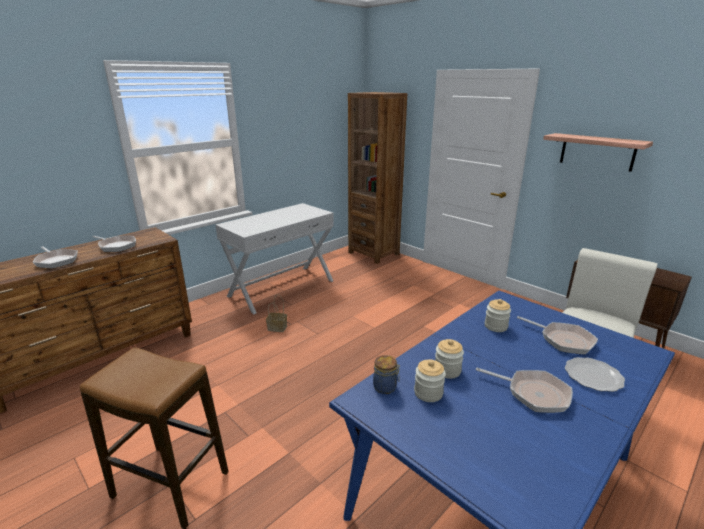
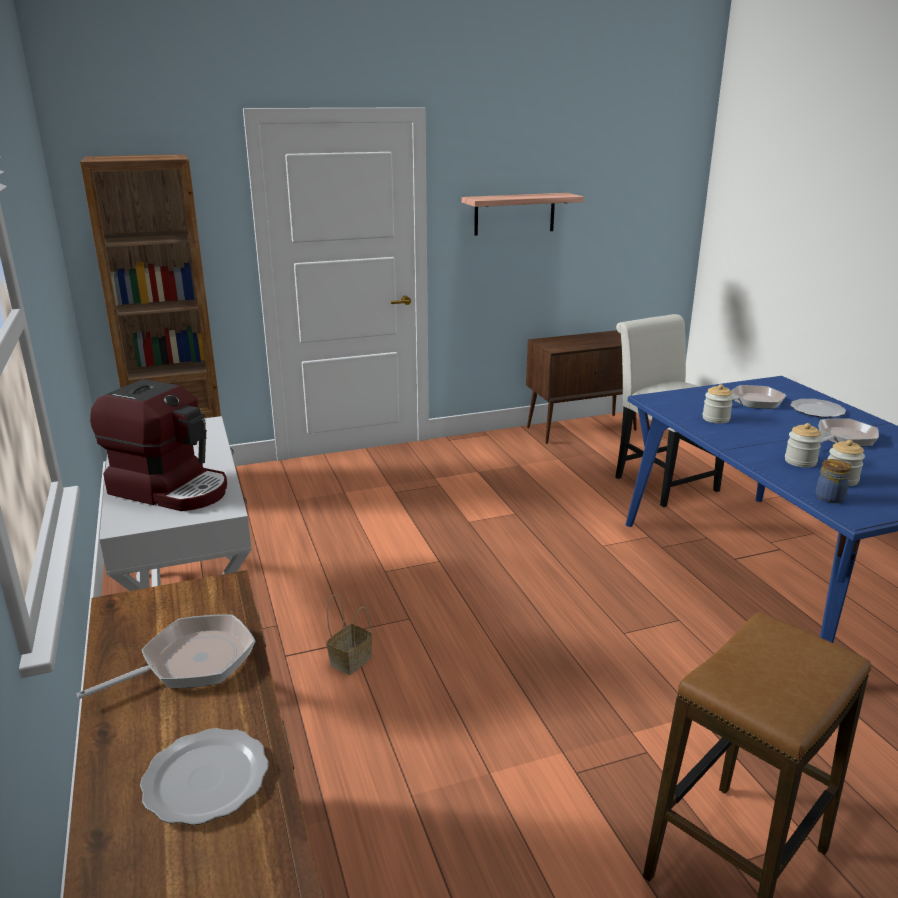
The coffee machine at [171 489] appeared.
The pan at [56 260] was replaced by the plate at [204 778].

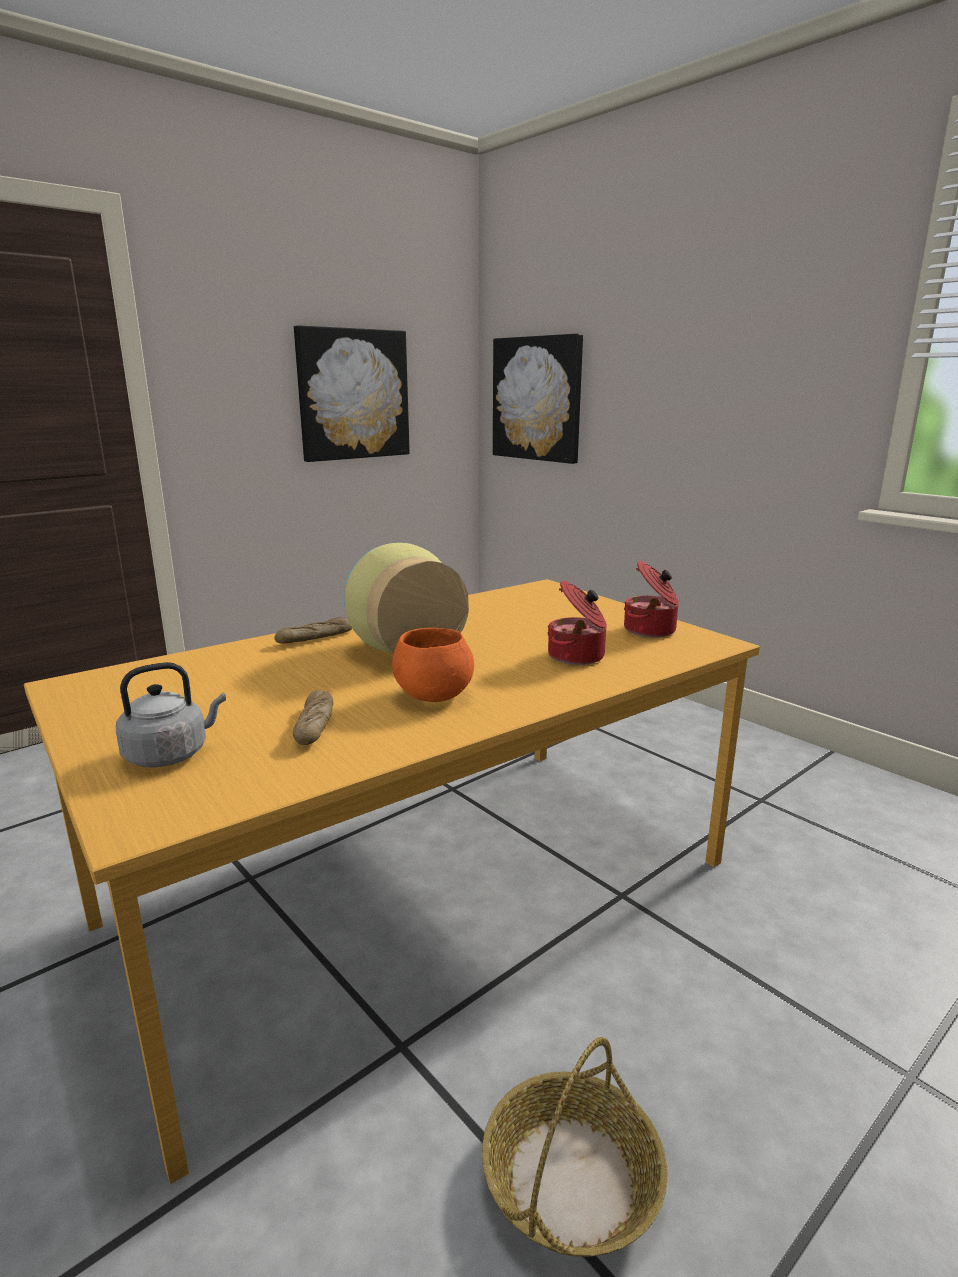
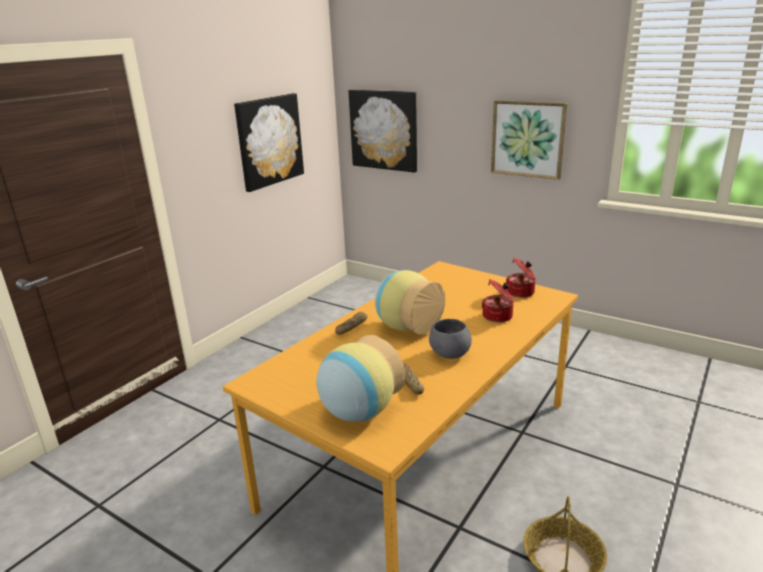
The grey water kettle at [171 754] was replaced by the decorative vase at [358 412].
The orange bowl at [434 695] became the grey bowl at [450 353].
The wall art at [528 139] appeared.

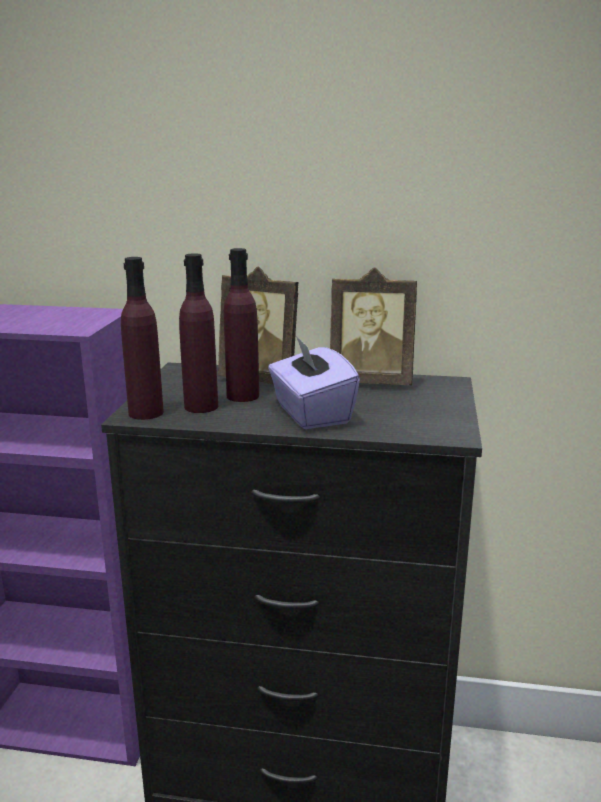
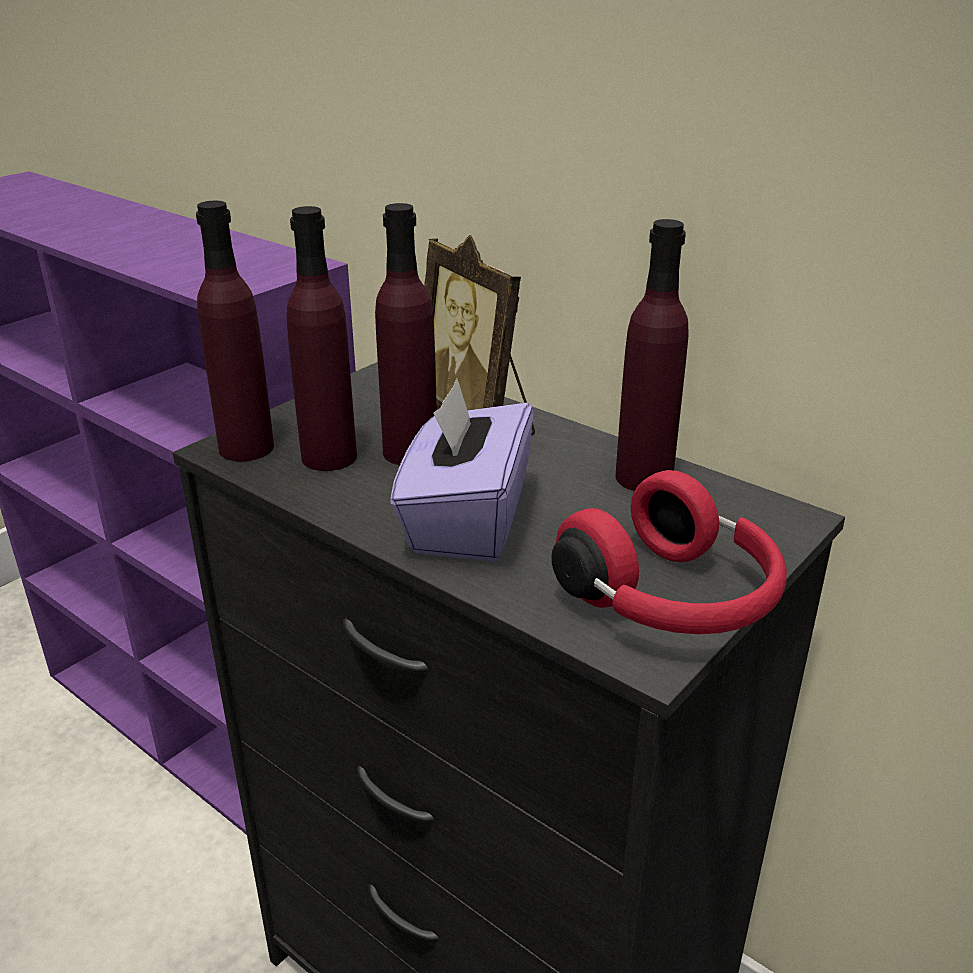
The red headset at [673 600] appeared.
The photo frame at [371 382] was replaced by the purple bottle at [643 477].

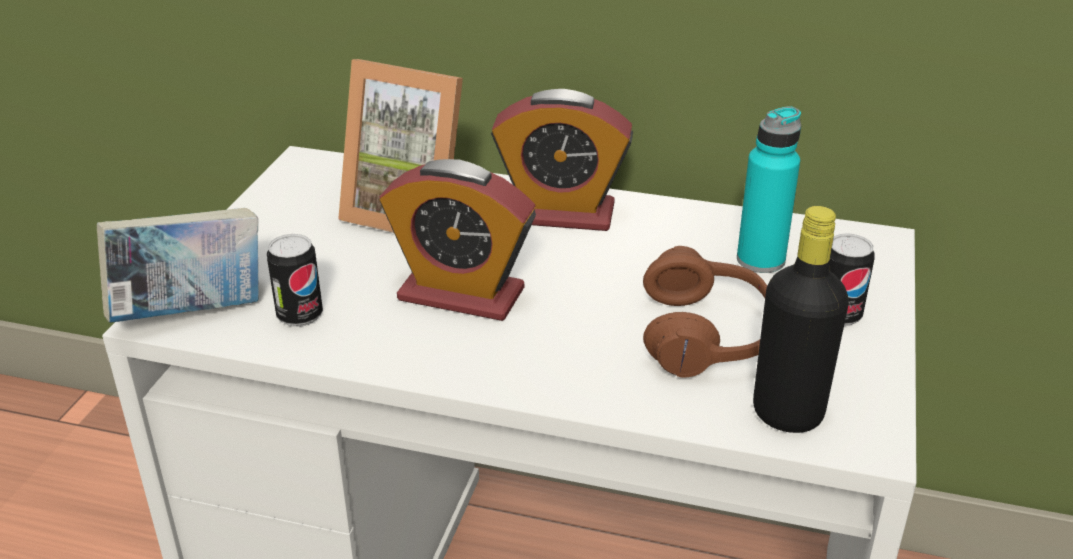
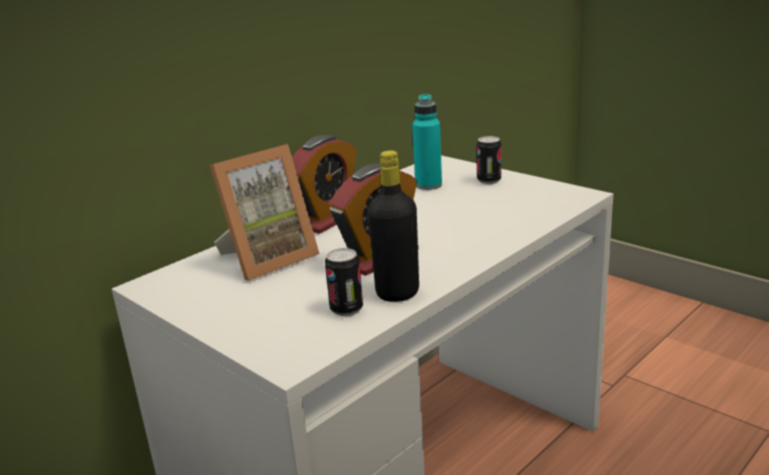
The blackish bottle moved from [787 414] to [397 293].
The volume at [191 313] disappeared.
The brown headset at [706 335] disappeared.

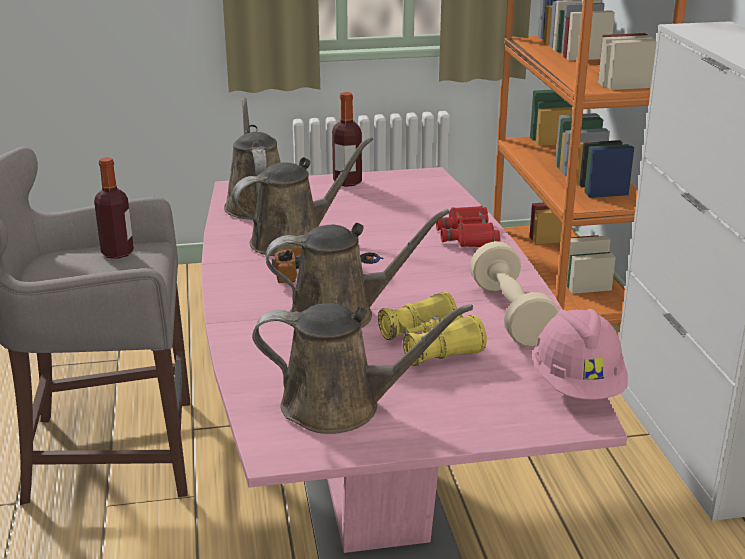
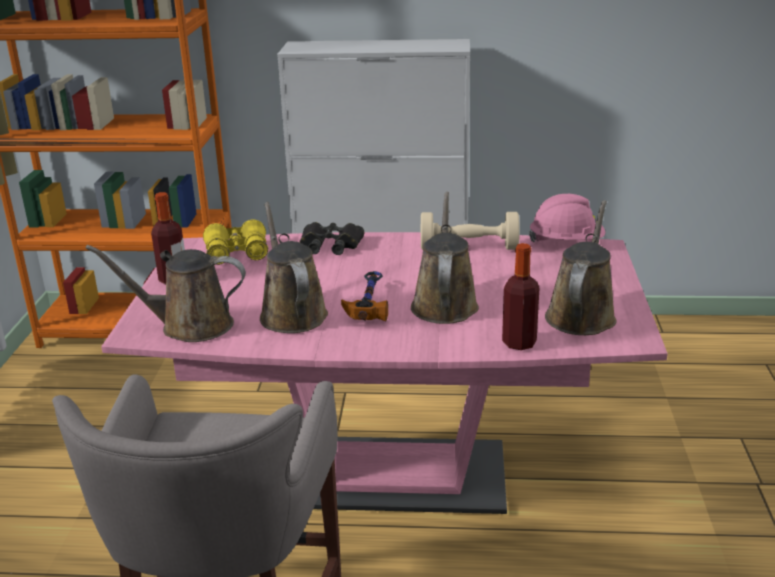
The yellow-coloured pair of binoculars moved from [431 345] to [237 253].
The red pair of binoculars at [468 235] became the blackish pair of binoculars at [331 245].
The bottle moved from [117 253] to [519 343].

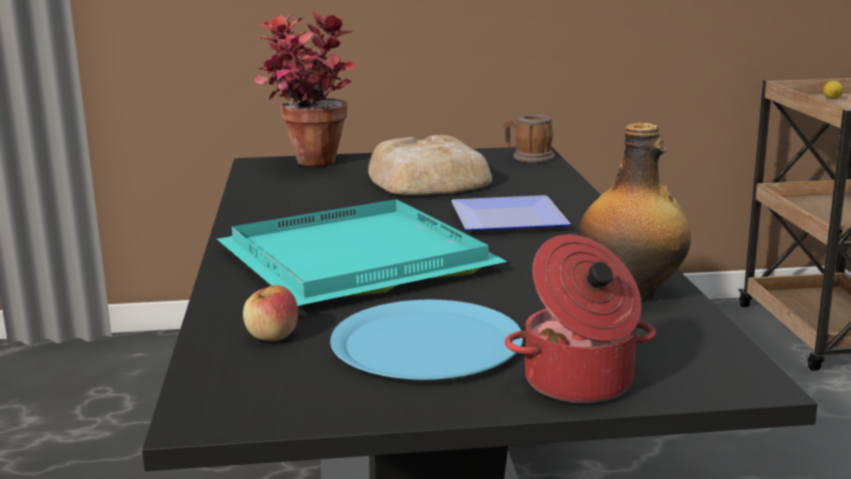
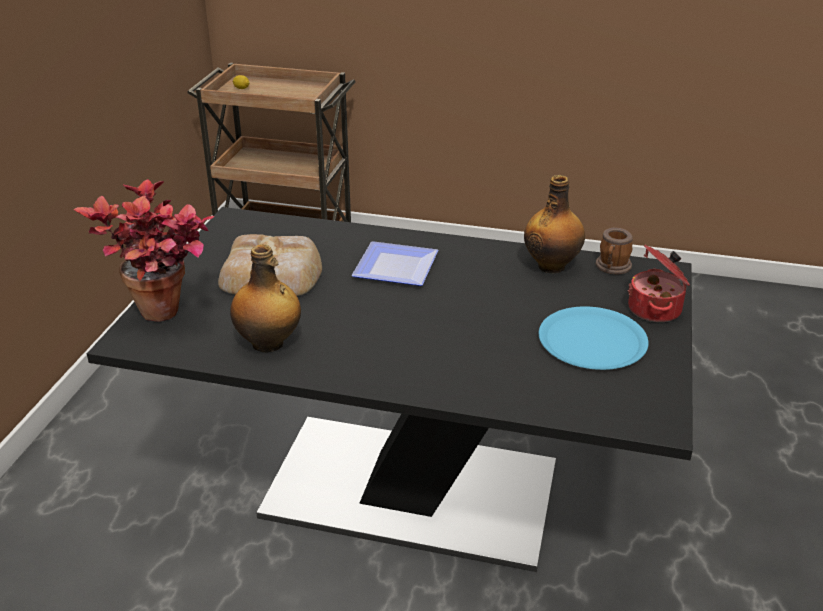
The bottle at [269 343] appeared.
The mug moved from [528 158] to [612 268].
The blue-green carrying tray at [362 260] disappeared.
The whole apple at [272 336] disappeared.

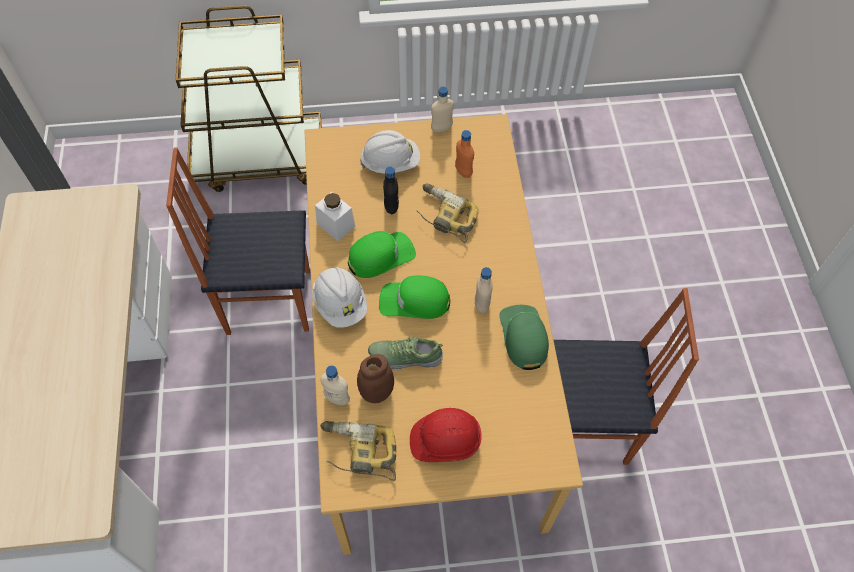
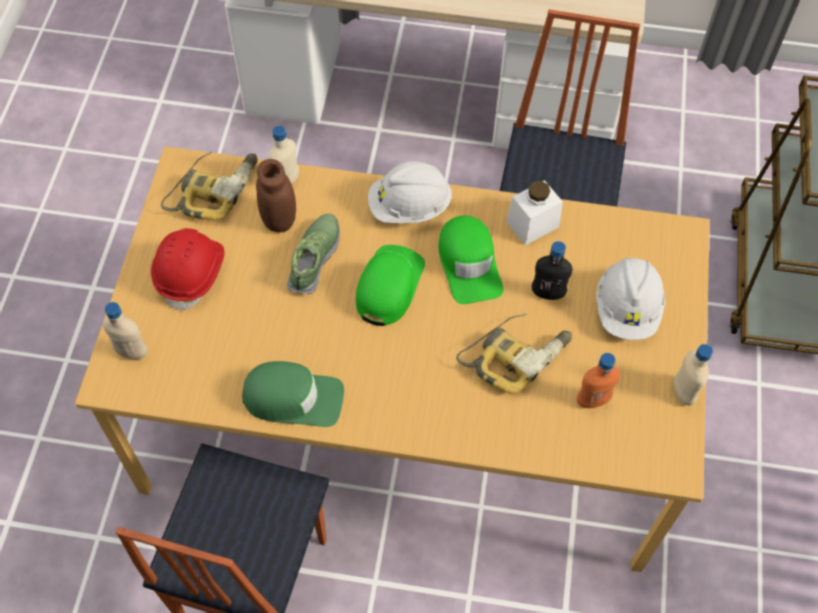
The sand-coloured bottle moved from [482 304] to [132 352].

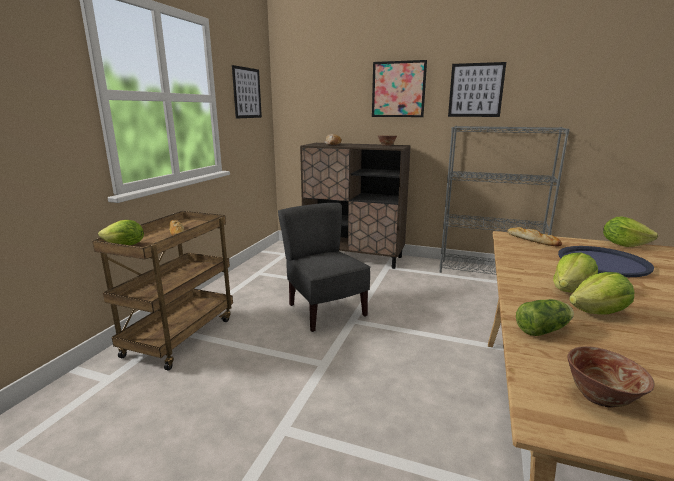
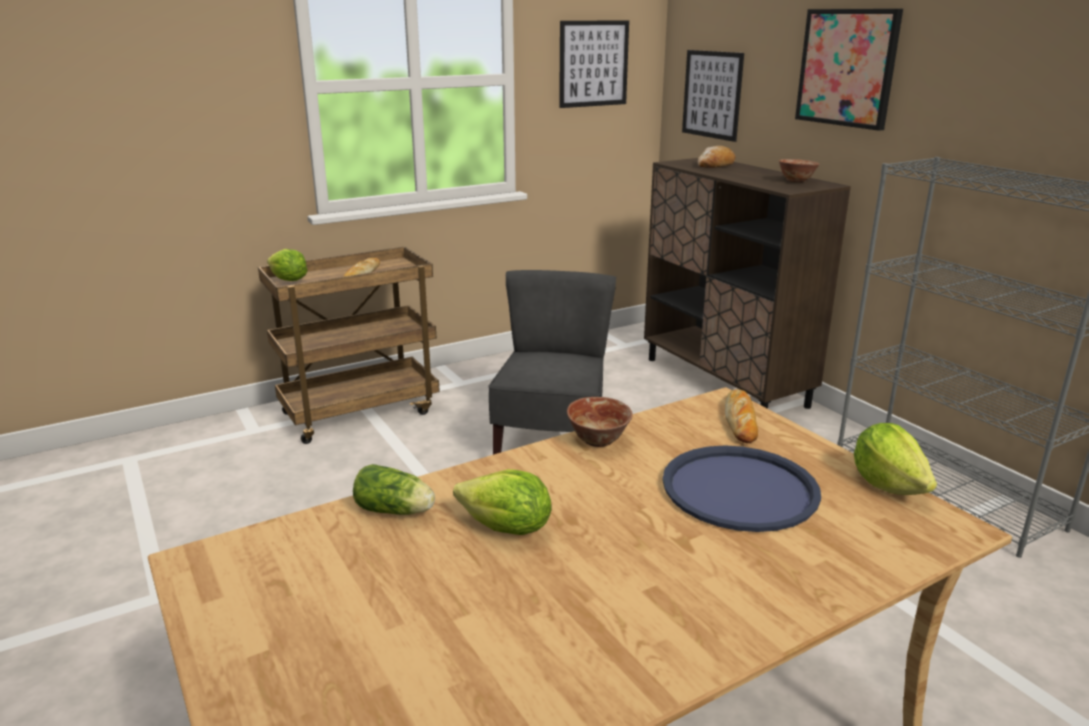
The bowl moved from [600 397] to [598 440].
The wall art moved from [476 90] to [712 94].
The head of lettuce at [571 290] disappeared.

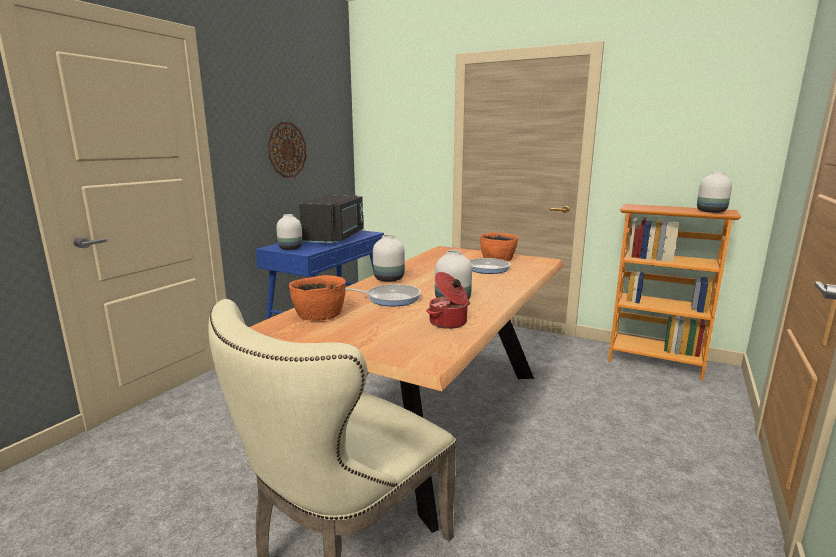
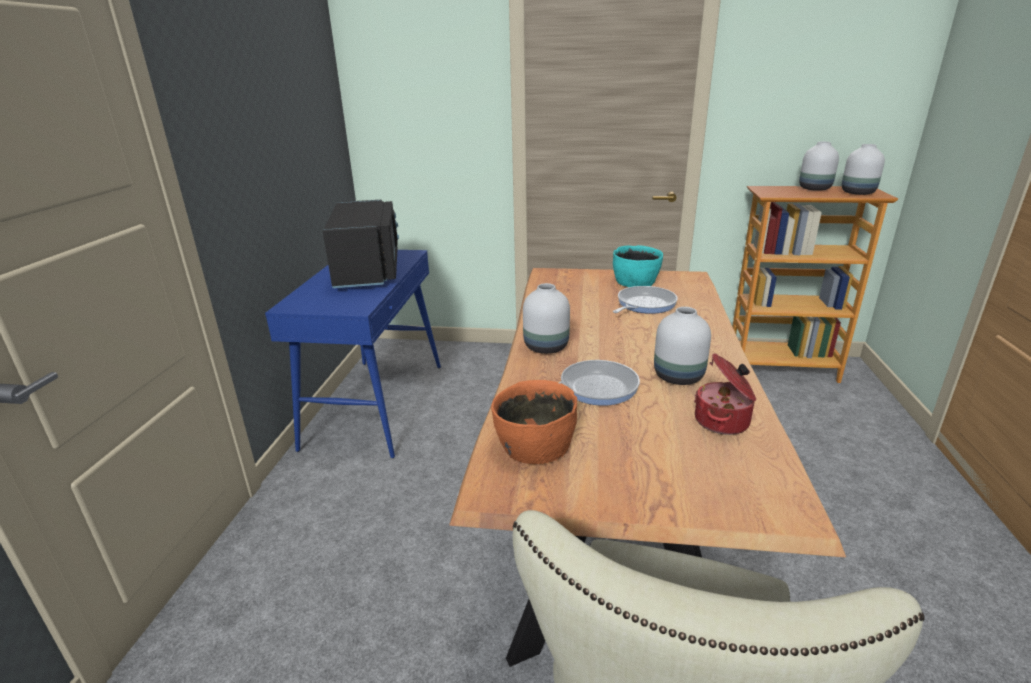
The orange bowl at [498 258] became the blue-green bowl at [636 282].
The whitish decorative vase moved from [291 248] to [815 189].
The wall clock at [286 150] disappeared.

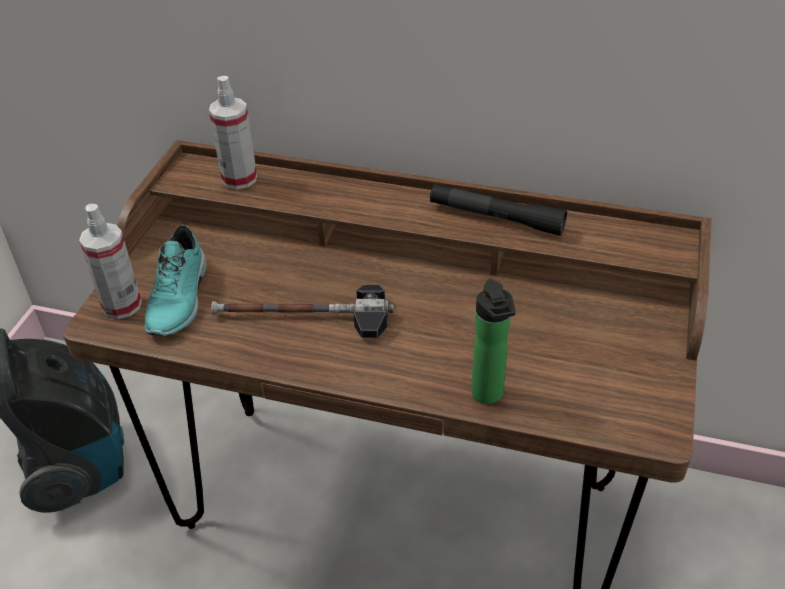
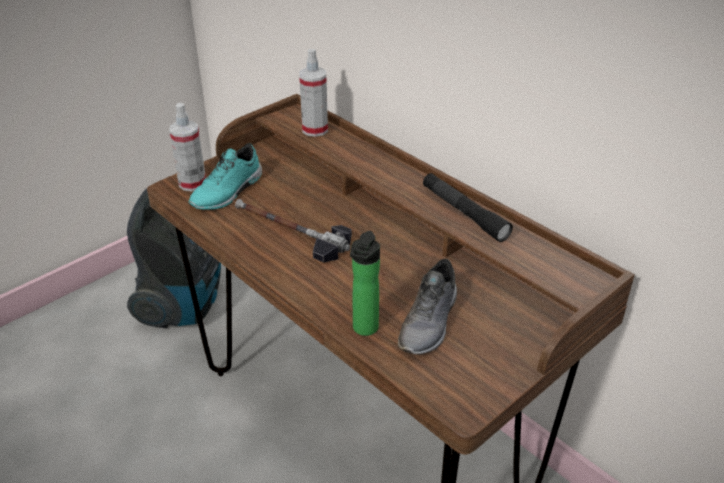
The grey shoe at [430 323] appeared.

